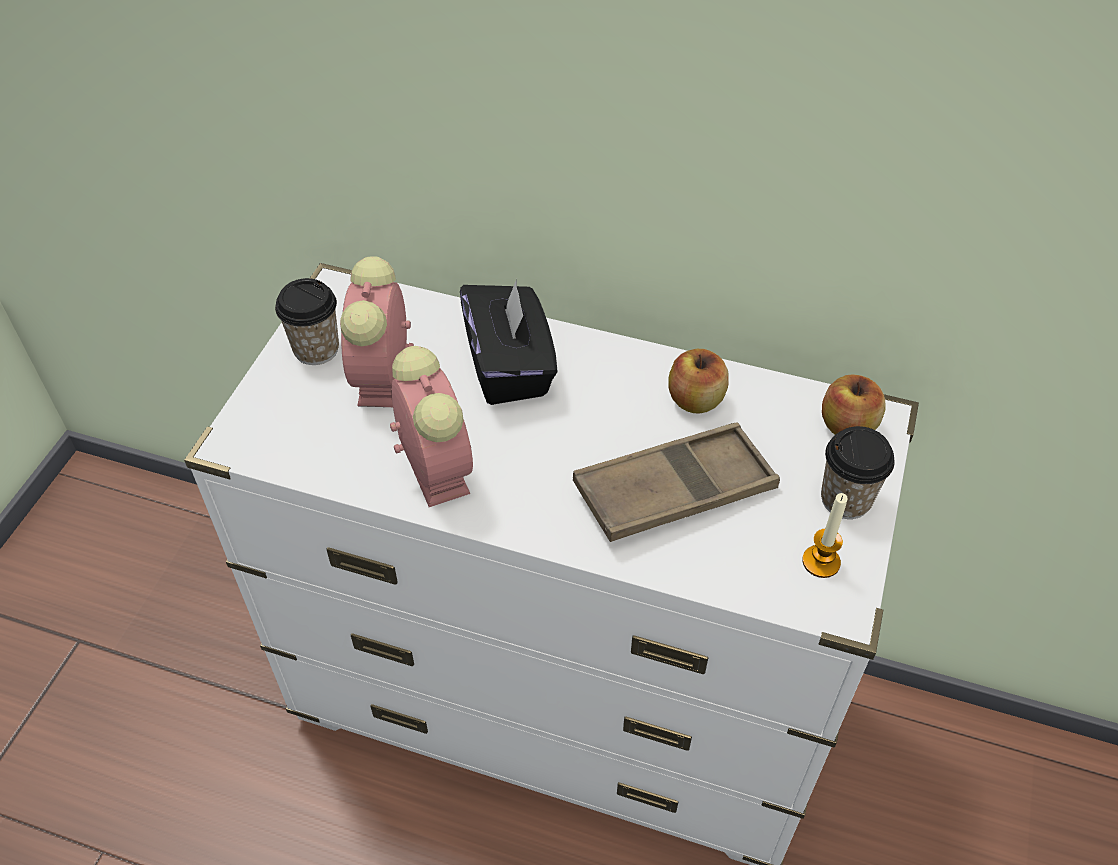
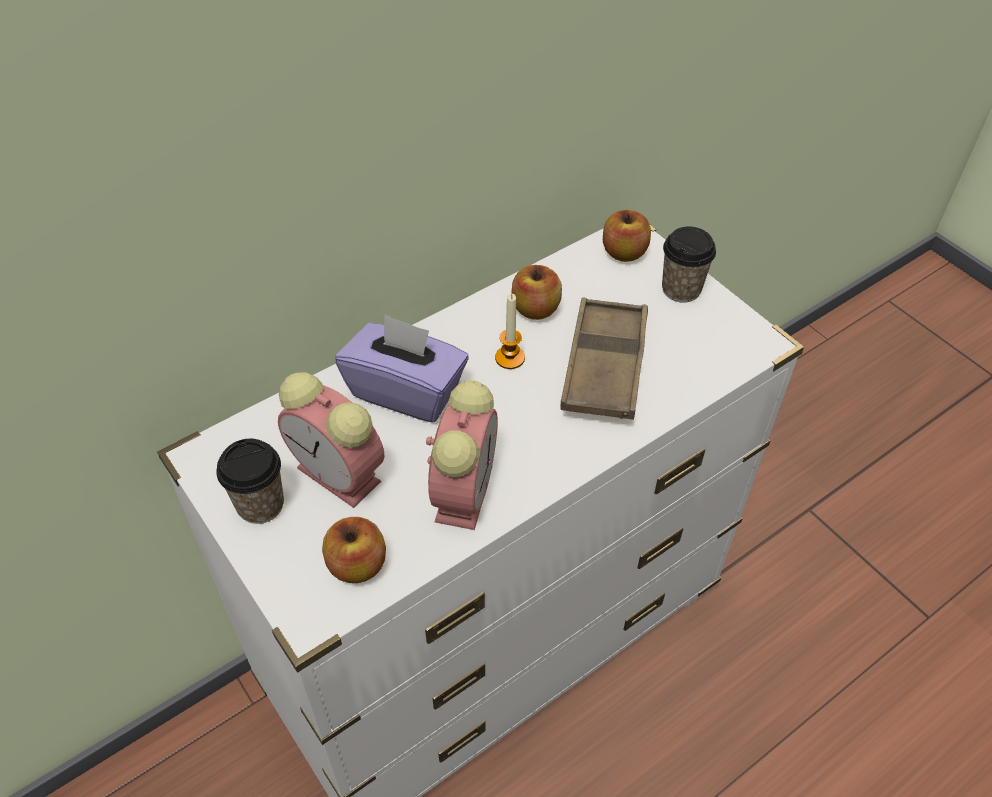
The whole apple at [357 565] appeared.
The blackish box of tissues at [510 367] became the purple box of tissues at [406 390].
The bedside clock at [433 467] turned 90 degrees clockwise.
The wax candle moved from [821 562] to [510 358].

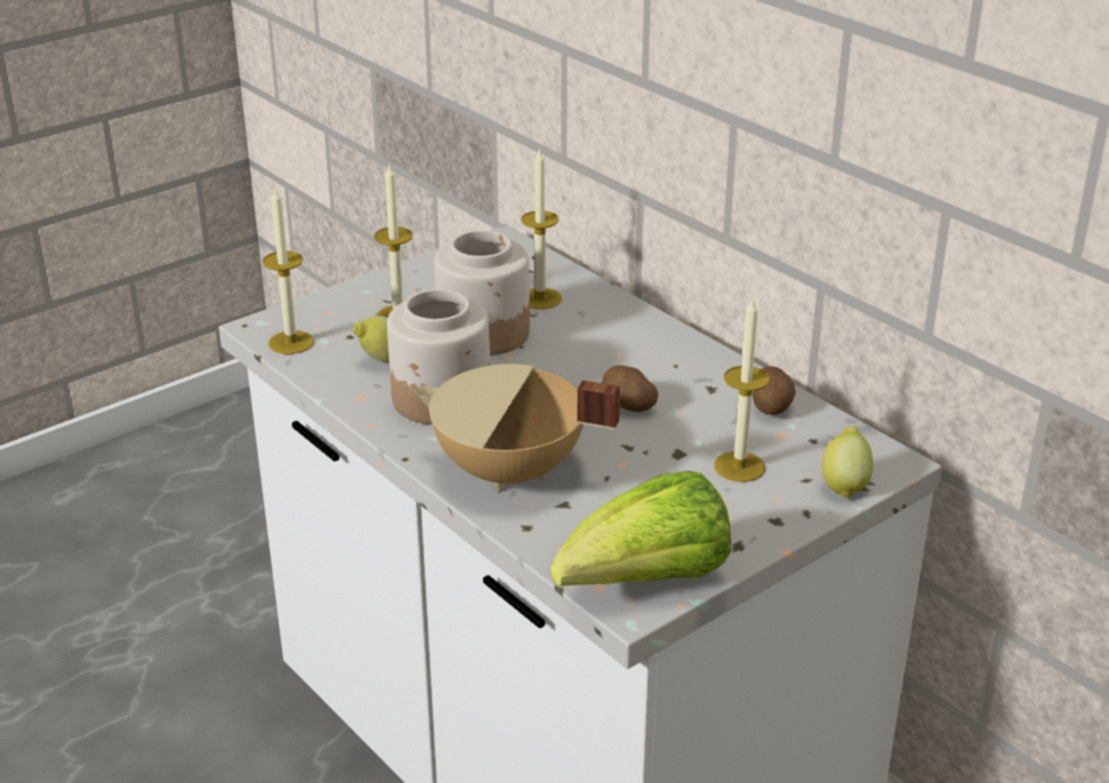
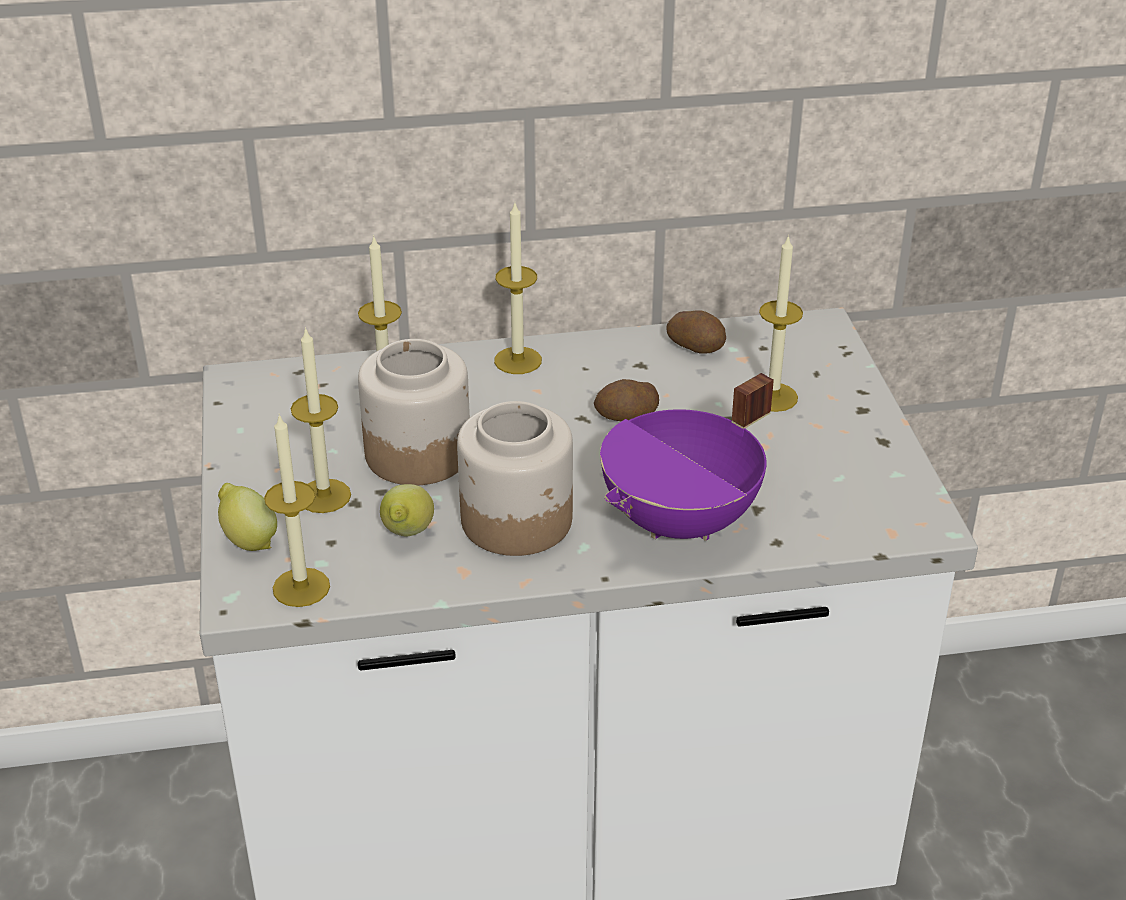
The citrus fruit moved from [845 485] to [248 540].
The wax candle at [518 360] appeared.
The sand-coloured stockpot at [509 473] became the purple stockpot at [683 522].
The head of lettuce at [647 582] disappeared.

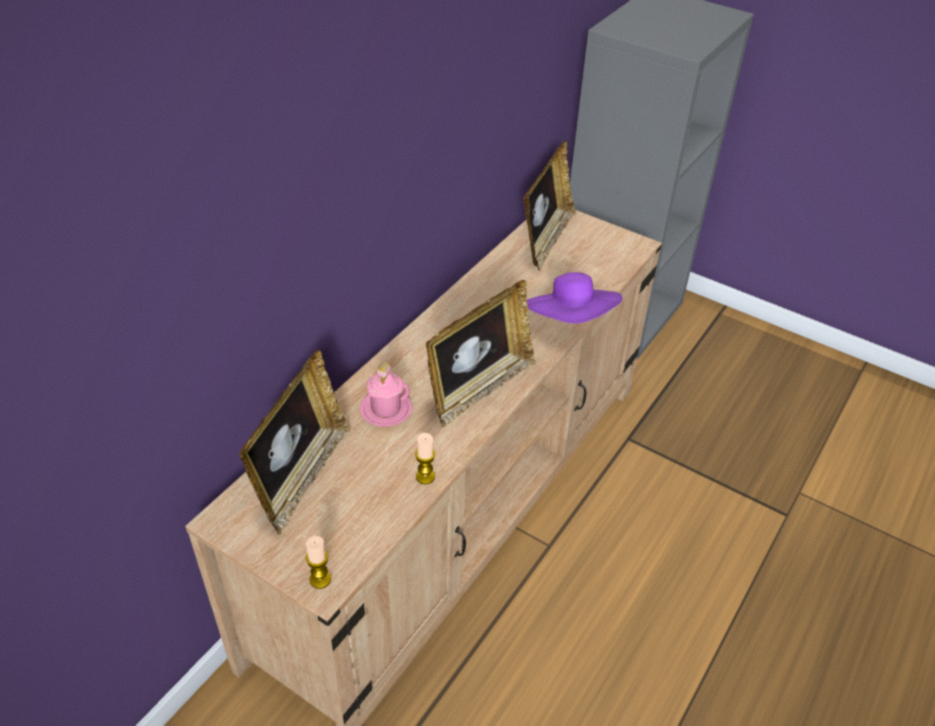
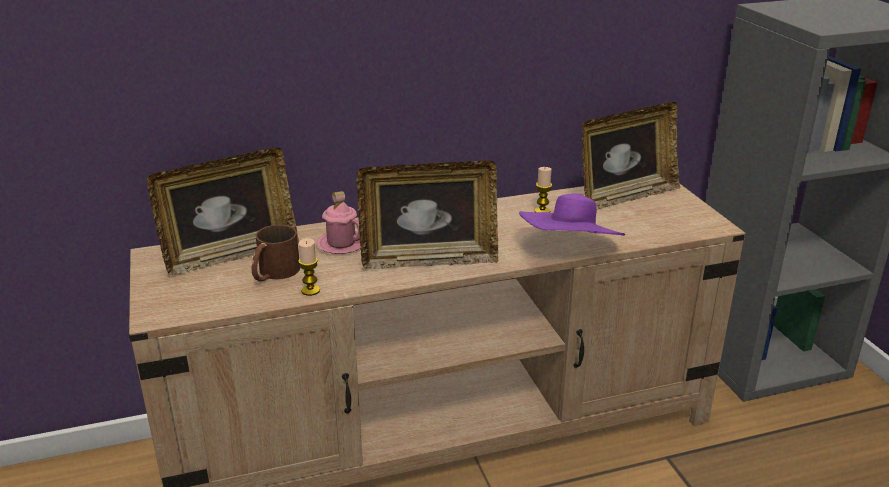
The brown mug at [273 274] appeared.
The wax candle moved from [320 579] to [542 211].

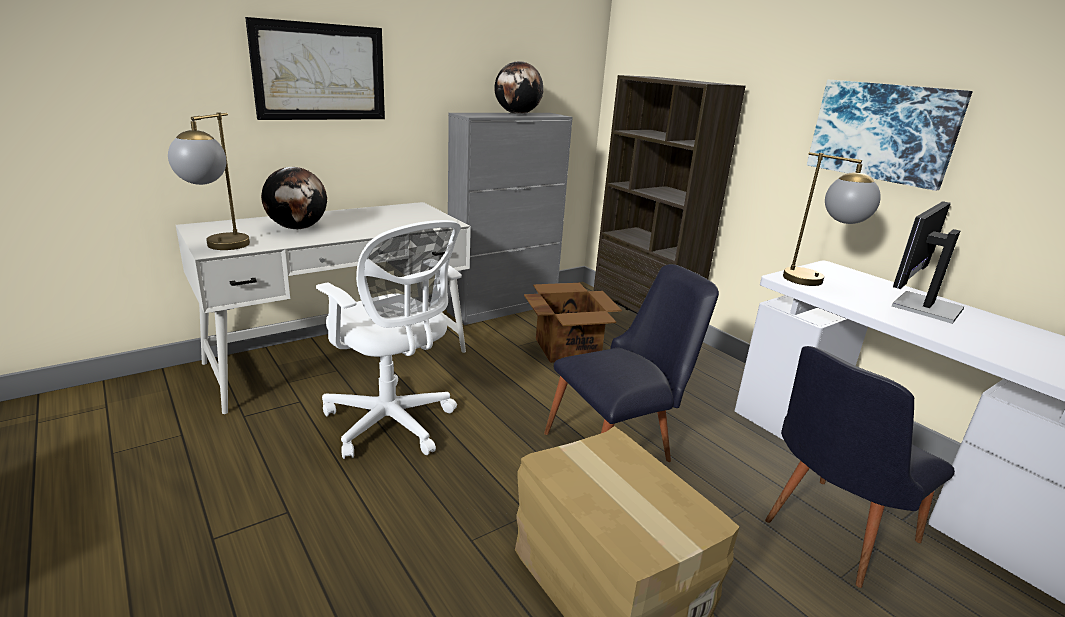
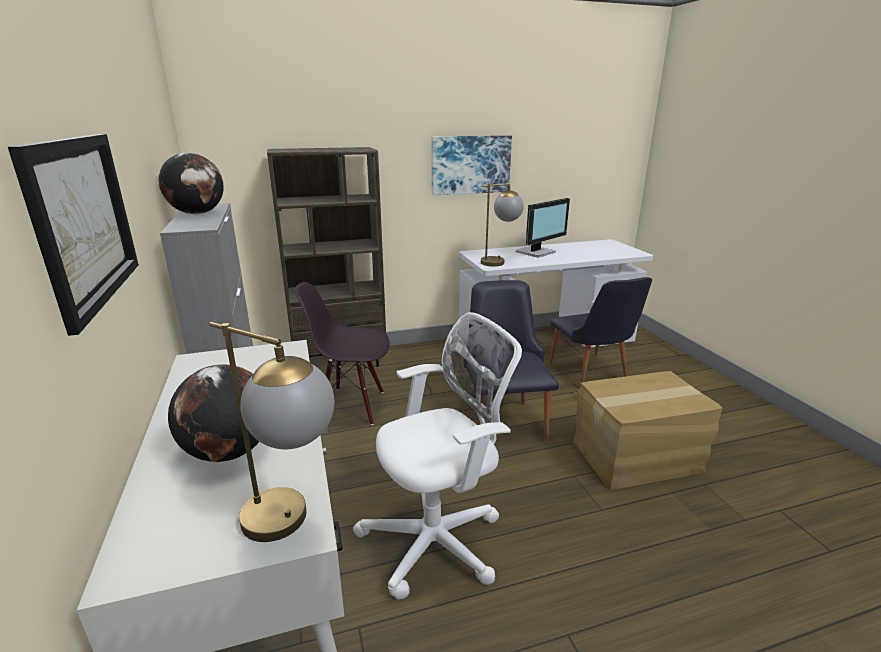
The carton at [567 348] was replaced by the blackish upright chair at [352 406].
The monitor at [923 307] turned 105 degrees counterclockwise.

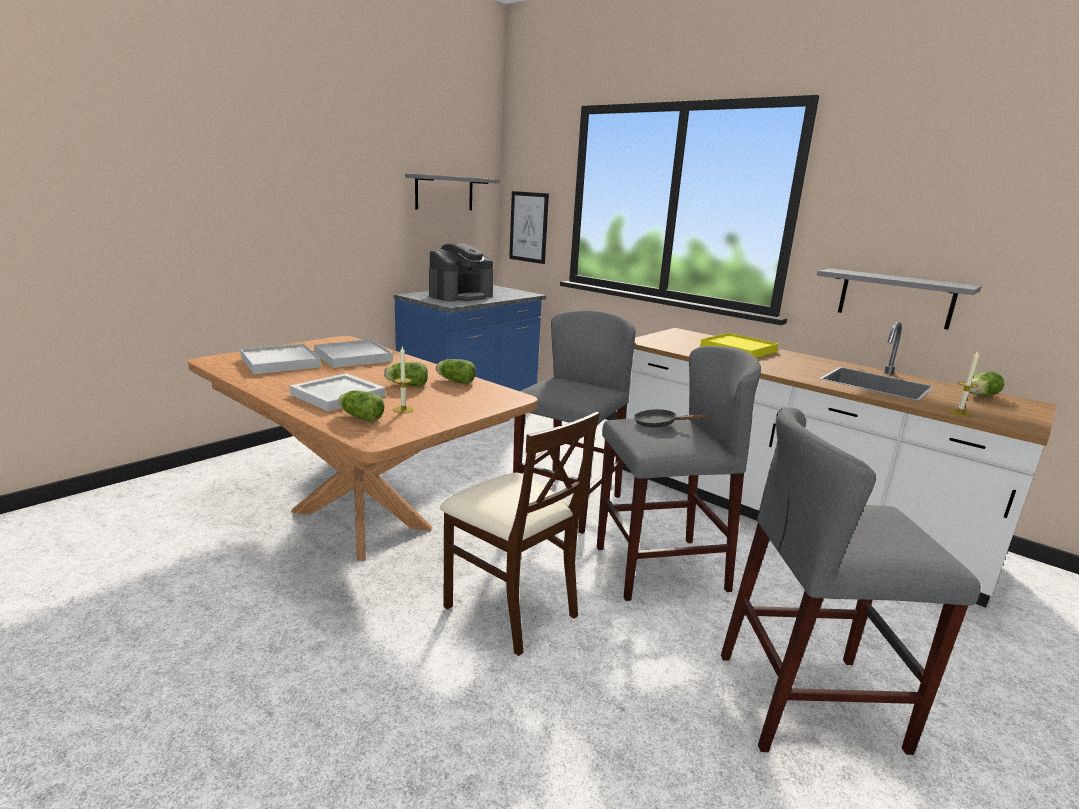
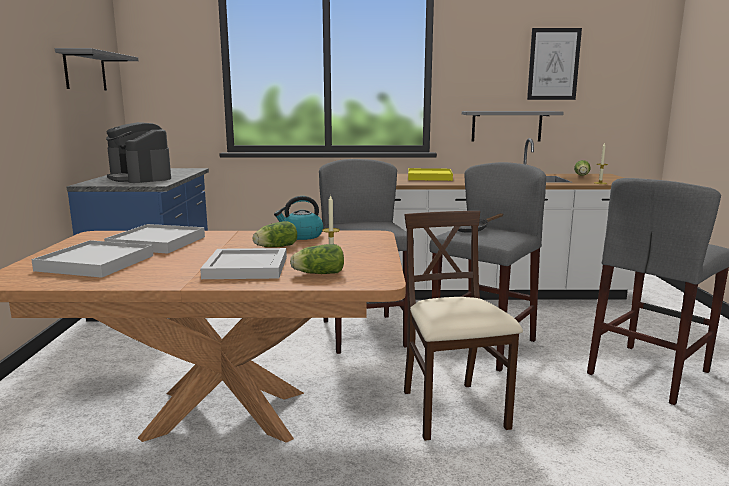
The coffee machine at [460 296] turned 135 degrees clockwise.
The head of lettuce at [454 381] was replaced by the water kettle at [301 236].
The sand-coloured upright chair at [511 608] turned 105 degrees counterclockwise.
The wall art moved from [528 227] to [553 64].

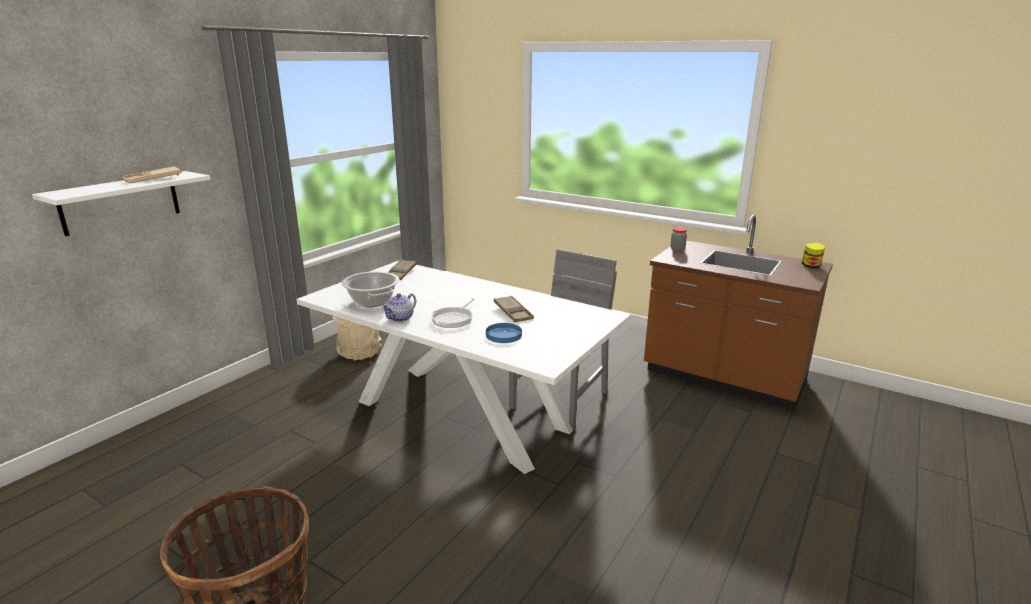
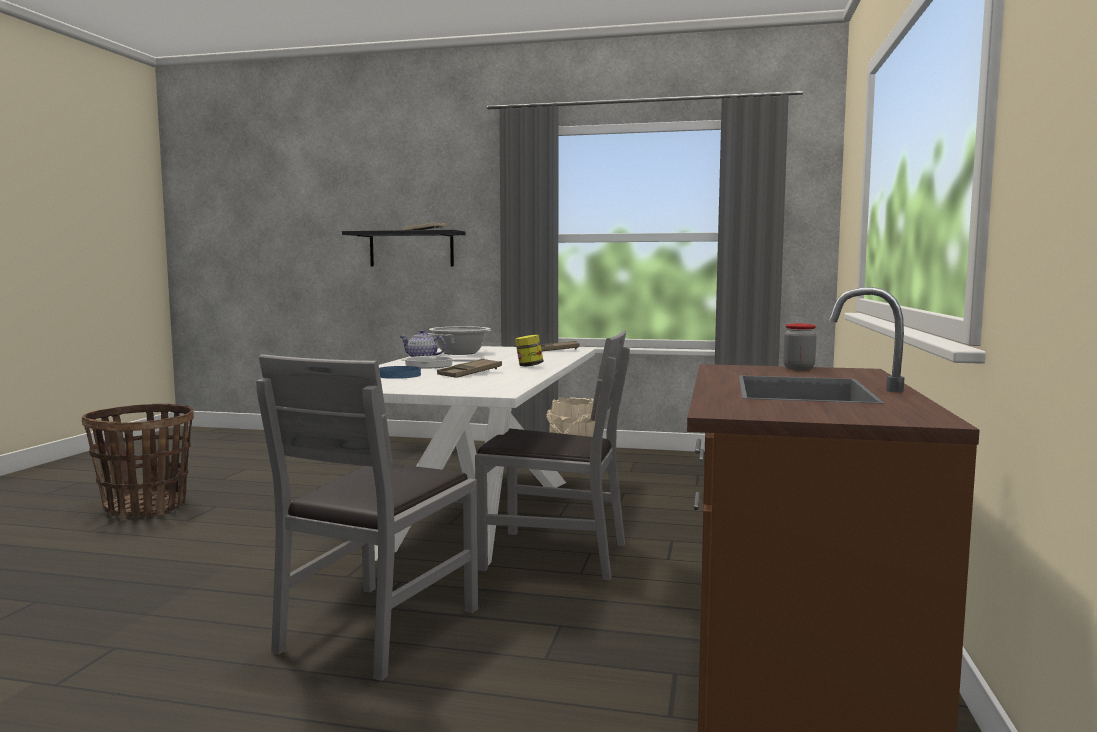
The grey upright chair at [378 628] appeared.
The whitish wall shelf at [120 202] became the blackish wall shelf at [411 249].
The preserve jar moved from [811 266] to [529 366].

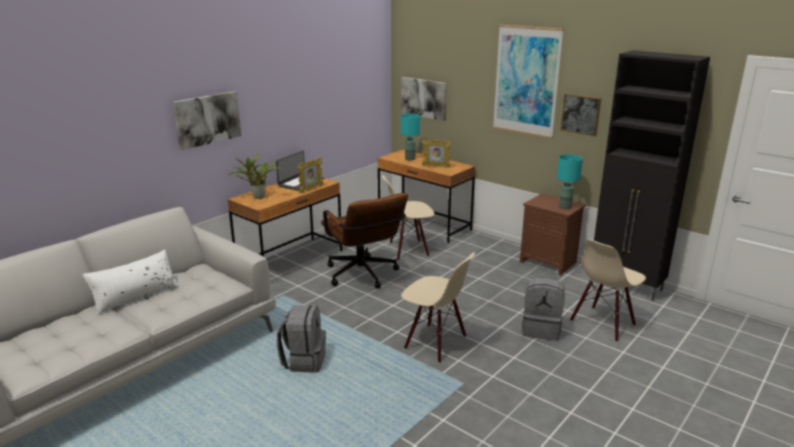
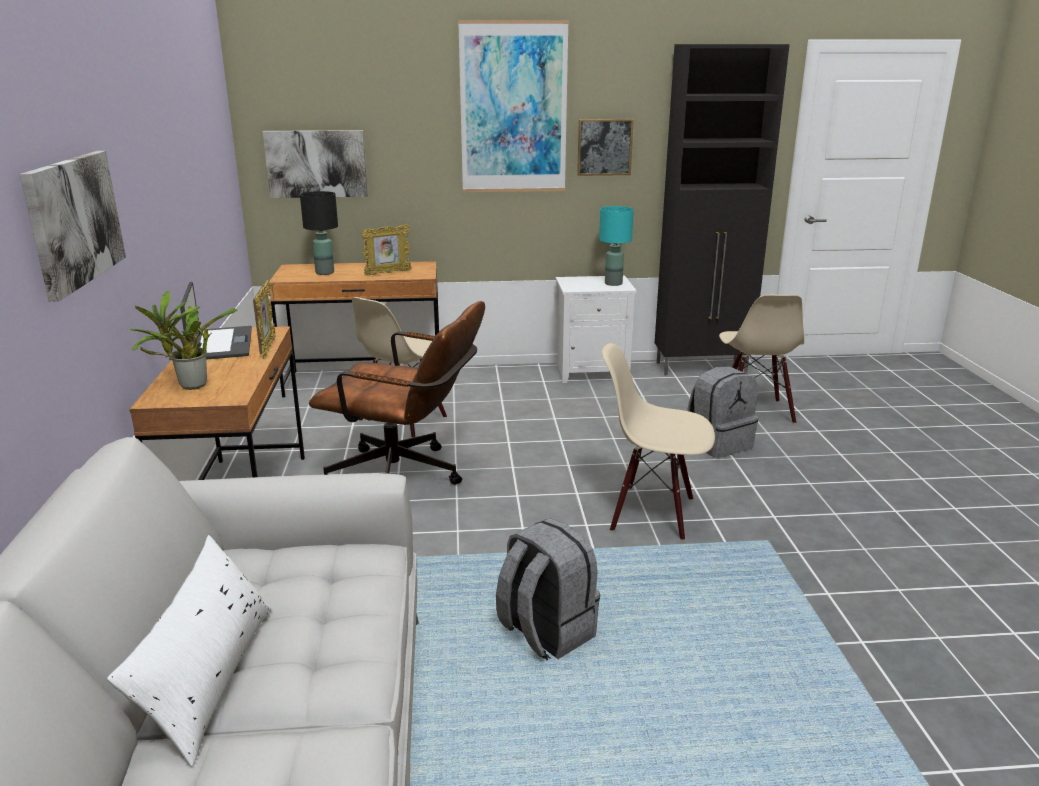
The blue-green tabletop lamp at [410 159] became the blackish tabletop lamp at [324 272].
The brown night table at [549 262] became the whitish night table at [592 372].
The sand-coloured upright chair at [435 342] turned 150 degrees counterclockwise.

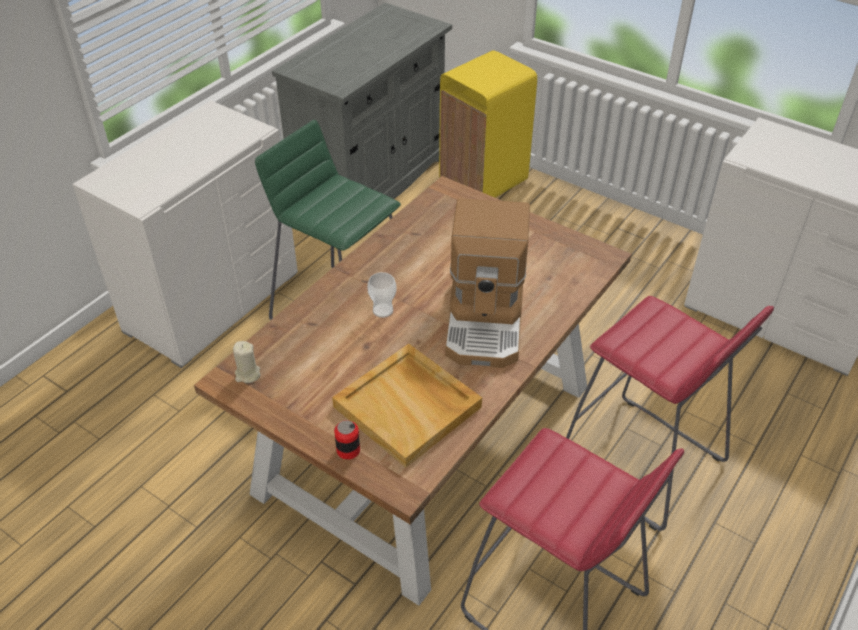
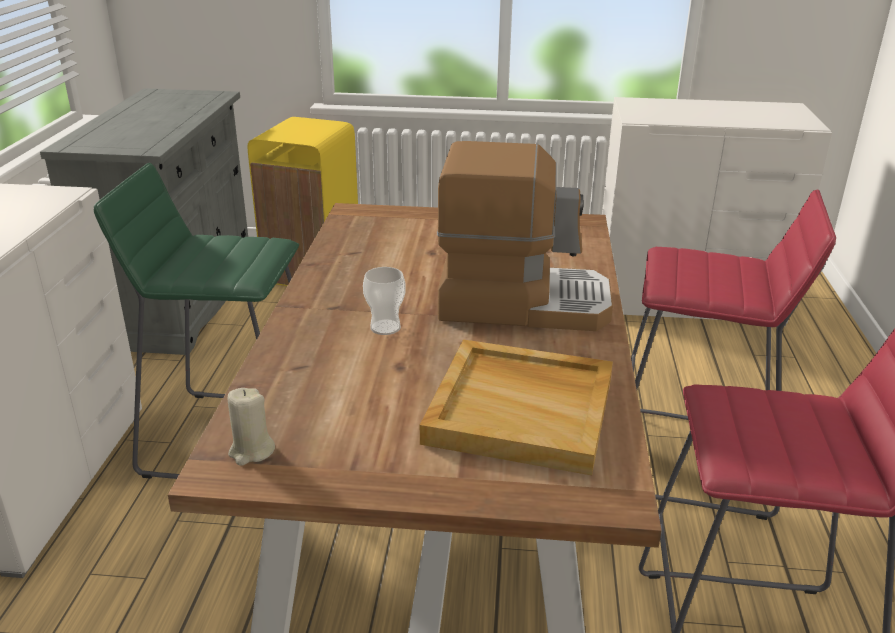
The coffee machine at [486 320] turned 60 degrees counterclockwise.
The can at [348 450] disappeared.

